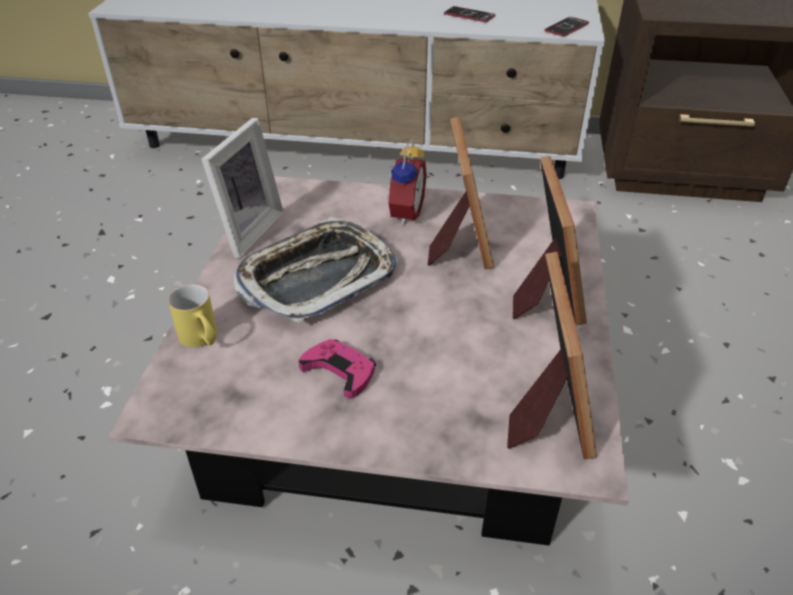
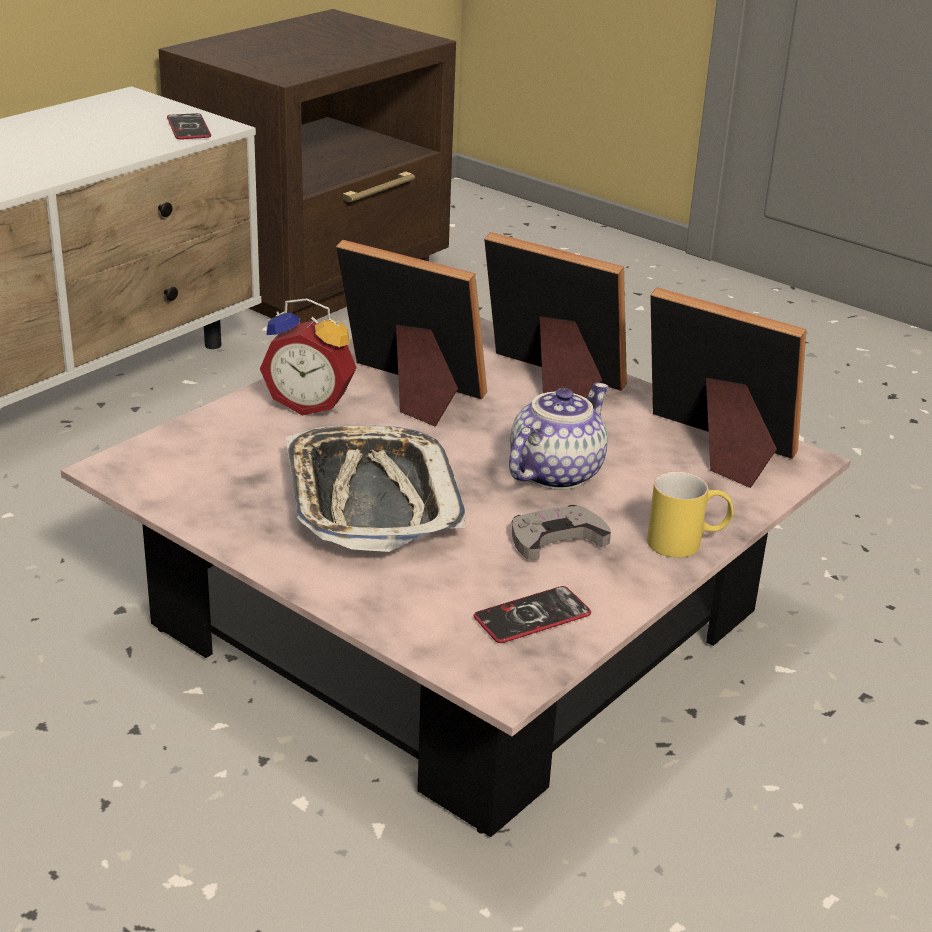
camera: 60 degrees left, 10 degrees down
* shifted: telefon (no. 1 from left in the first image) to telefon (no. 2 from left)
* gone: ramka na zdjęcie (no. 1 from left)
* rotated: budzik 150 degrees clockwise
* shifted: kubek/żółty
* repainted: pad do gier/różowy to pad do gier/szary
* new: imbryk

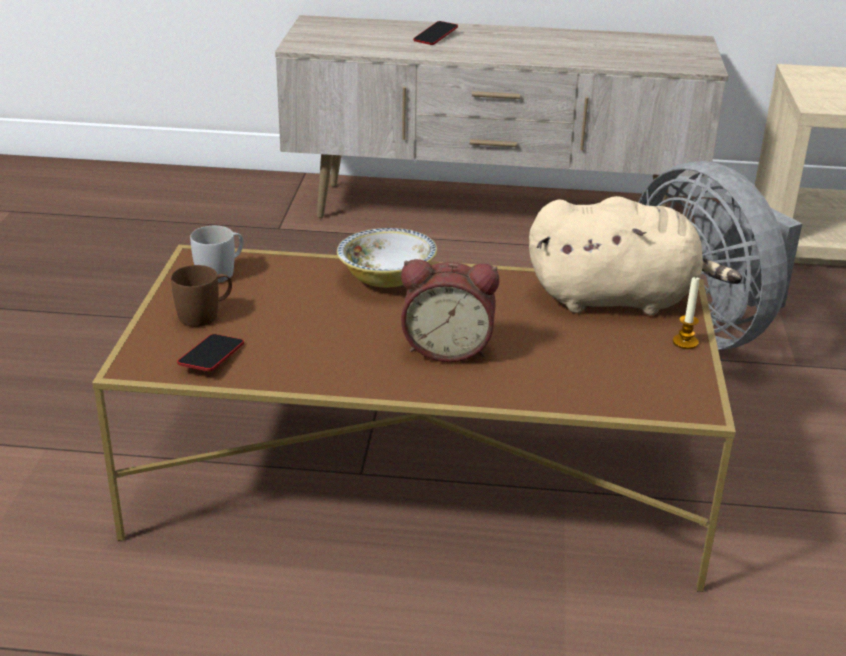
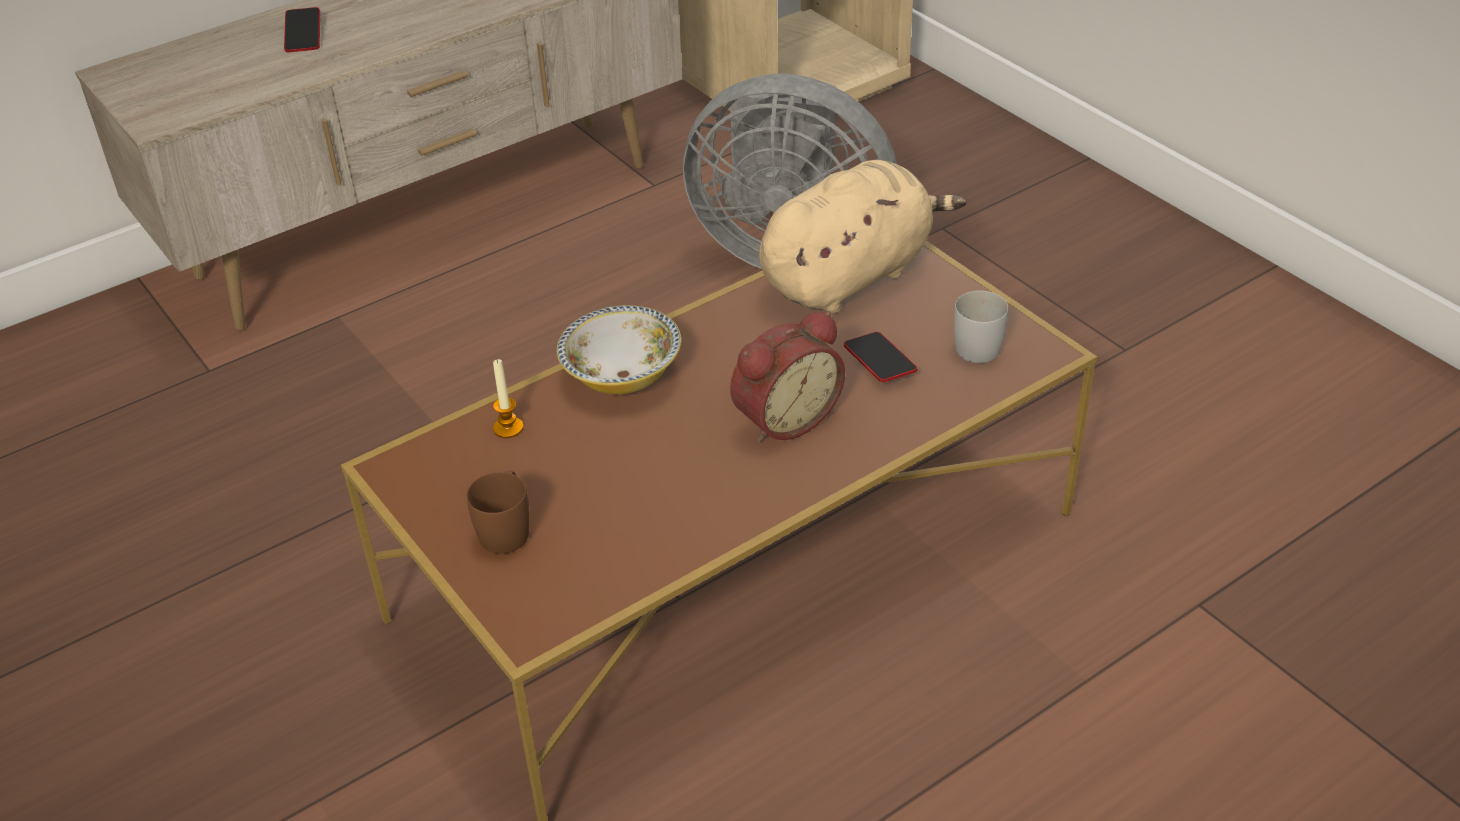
camera: 40 degrees left, 10 degrees up
* shifted: kubek/biały
* shifted: świeca
* shifted: telefon (no. 1 from left in the first image) to telefon (no. 2 from left)

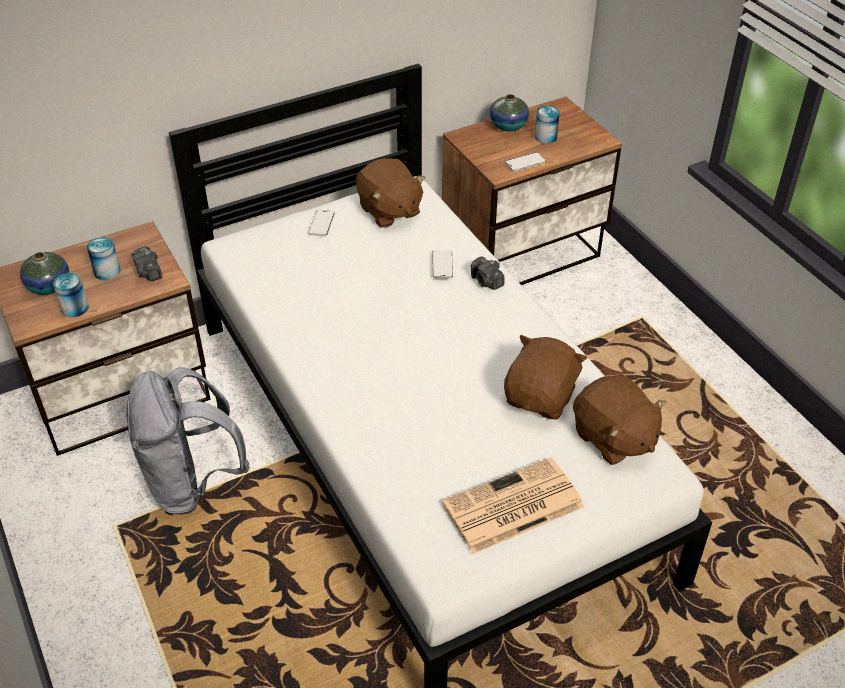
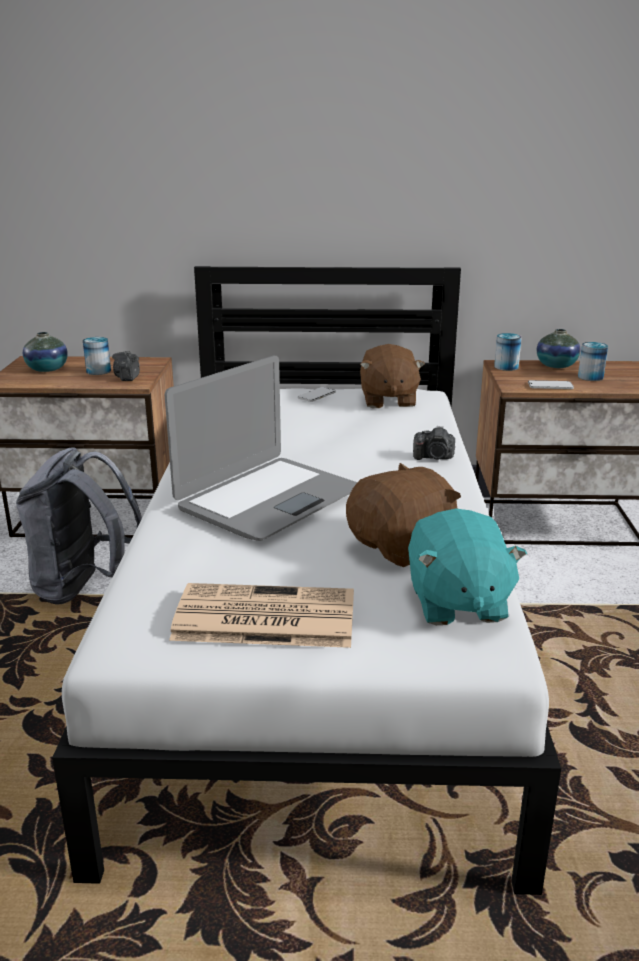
camera: 30 degrees right, 20 degrees down
* gone: telefon (no. 2 from left)
* rotated: aparat fotograficzny (no. 2 from left) 75 degrees counterclockwise
* shifted: puszka (no. 1 from left in the first image) to puszka (no. 2 from left)
* repainted: pluszak/brązowy (no. 3 from left) to pluszak/turkusowy
* new: laptop

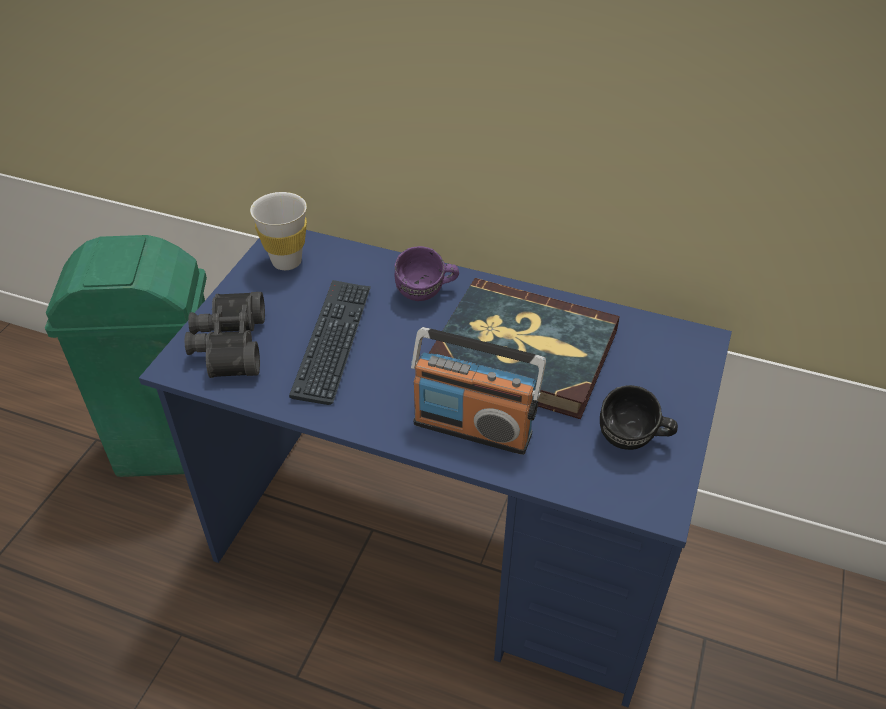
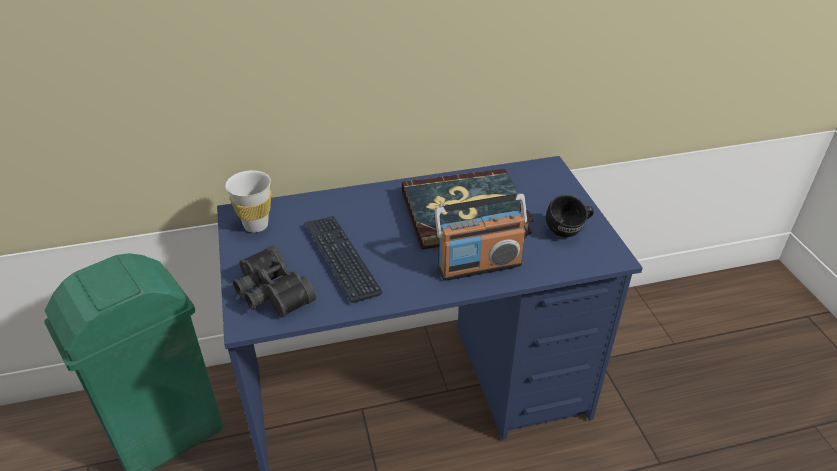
camera: 35 degrees left, 5 degrees down
* gone: kubek/fioletowy

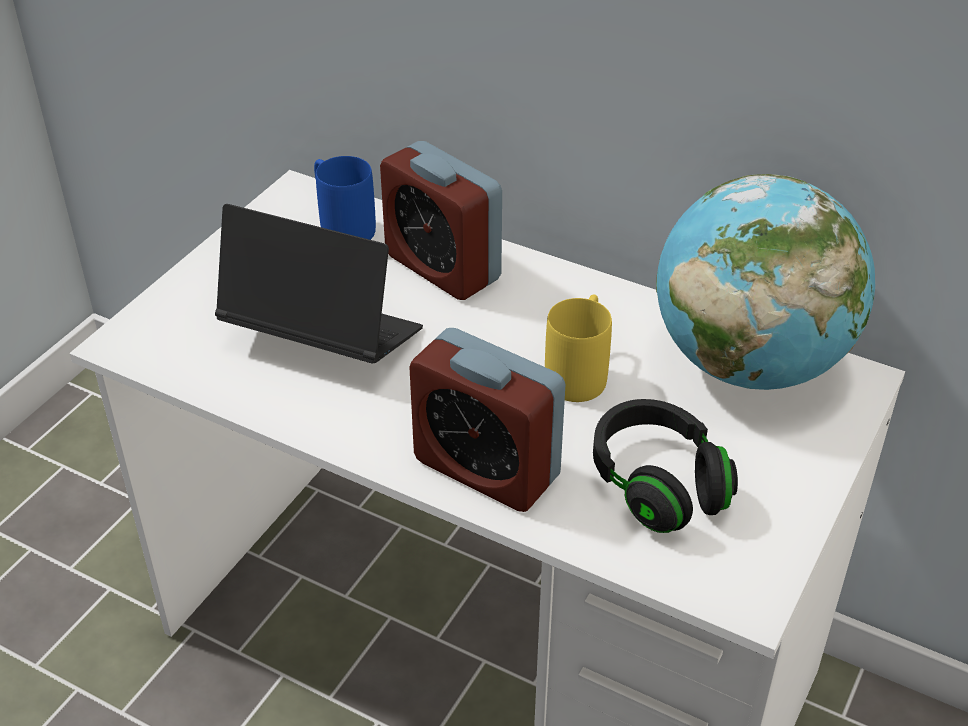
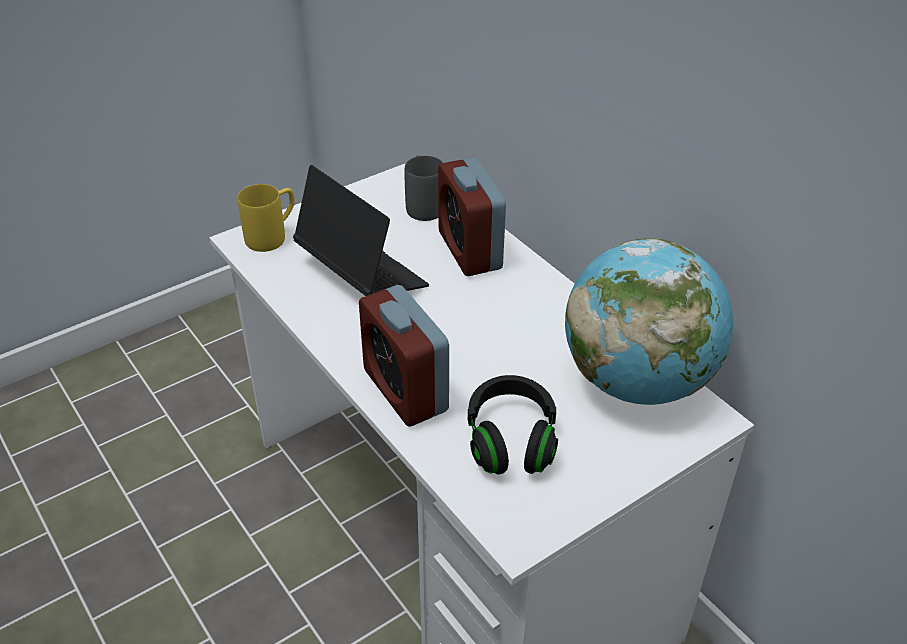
camera: 25 degrees right, 0 degrees up
* repainted: kubek/niebieski to kubek/szary
* shifted: kubek/żółty

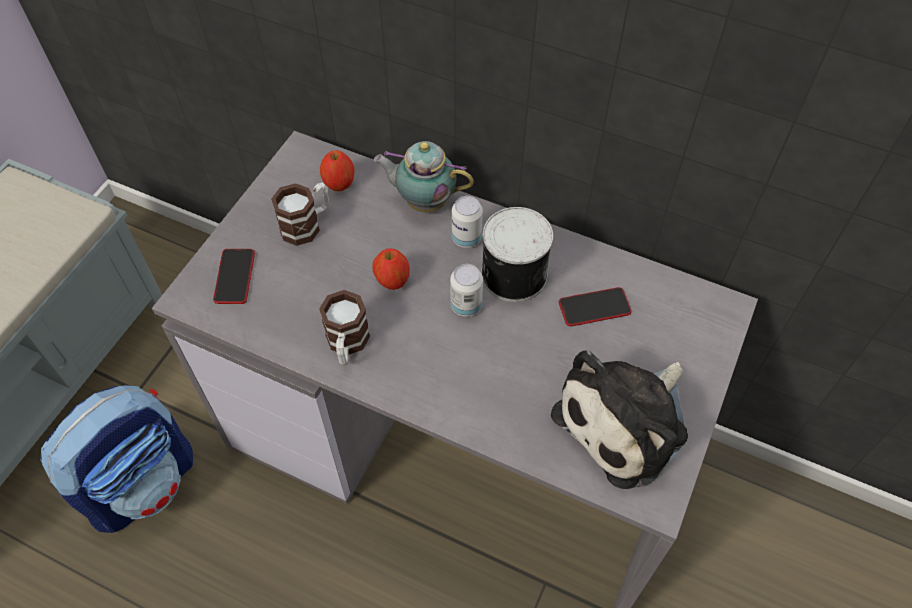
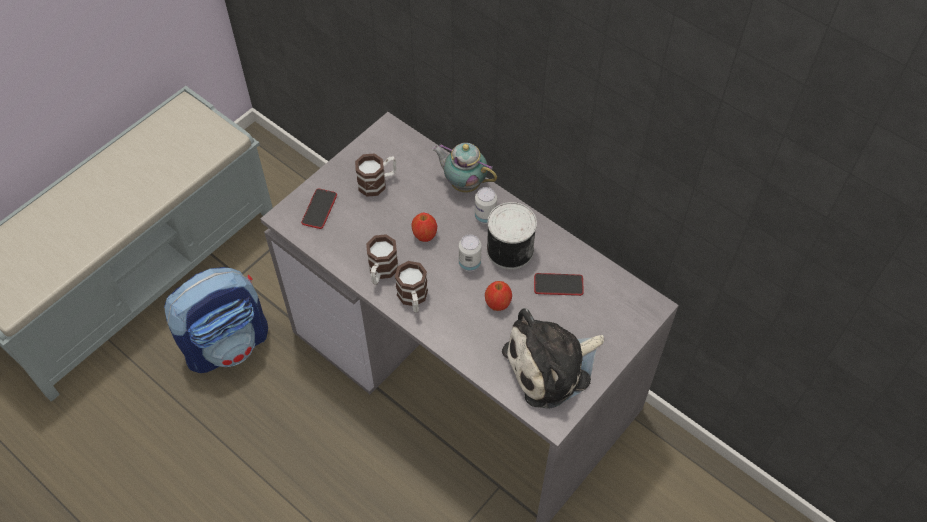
camera: 15 degrees right, 0 degrees up
* shifted: jabłko (no. 1 from left in the first image) to jabłko (no. 2 from left)
* new: kubek (no. 3 from left)

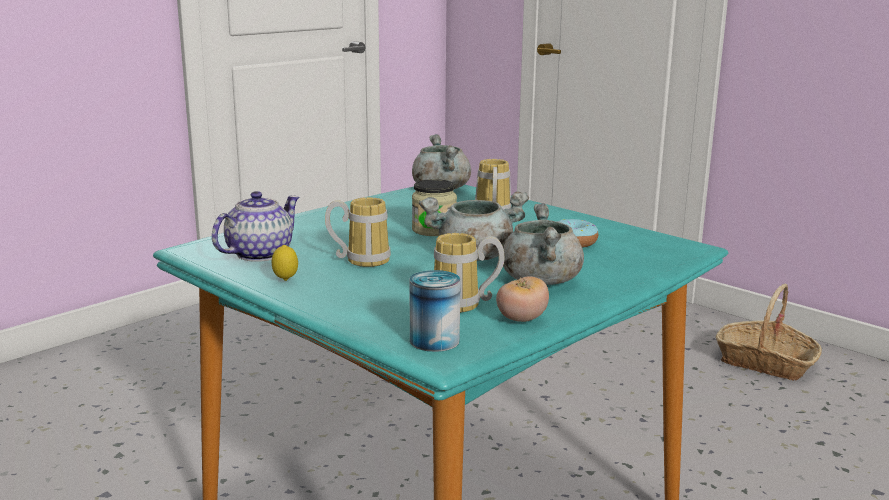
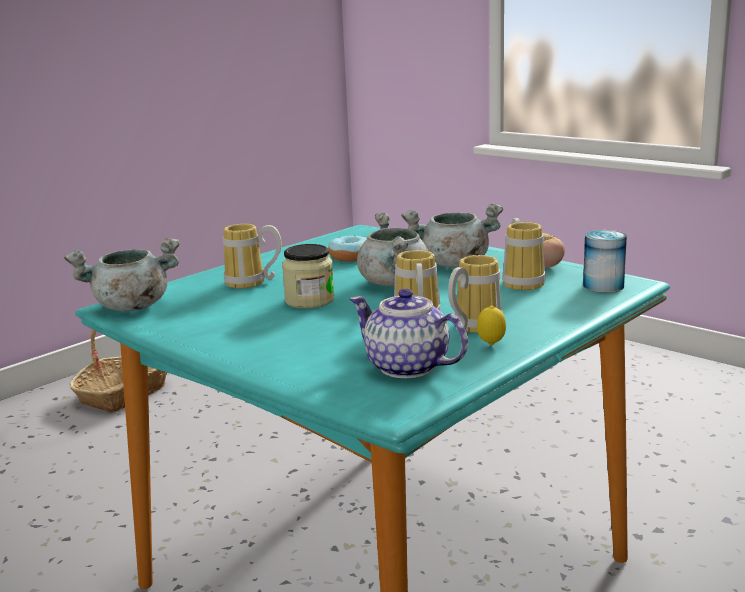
camera: 90 degrees left, 0 degrees up
* new: kubek (no. 3 from left)

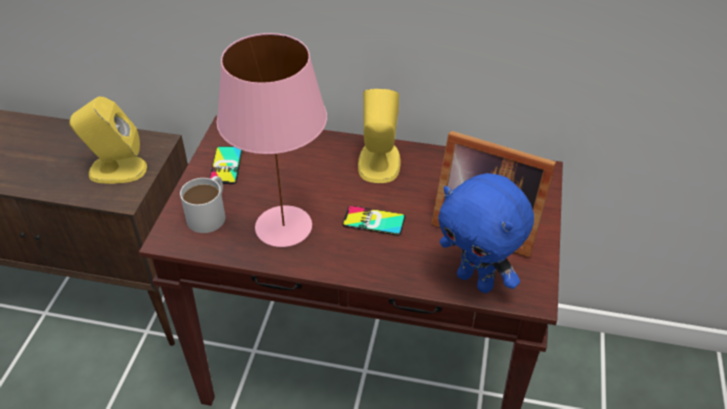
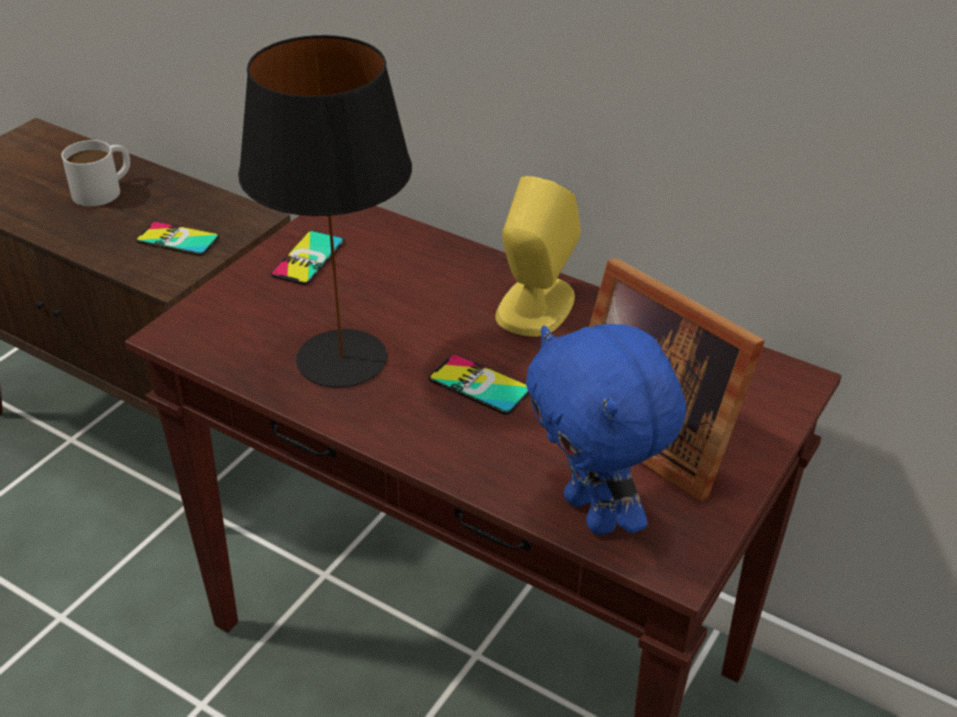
camera: 20 degrees right, 5 degrees down
* repainted: lampa stołowa/różowy to lampa stołowa/czarny
* swapped: głośnik/żółty (no. 1 from left) to telefon (no. 1 from left)
* shifted: kubek/biały

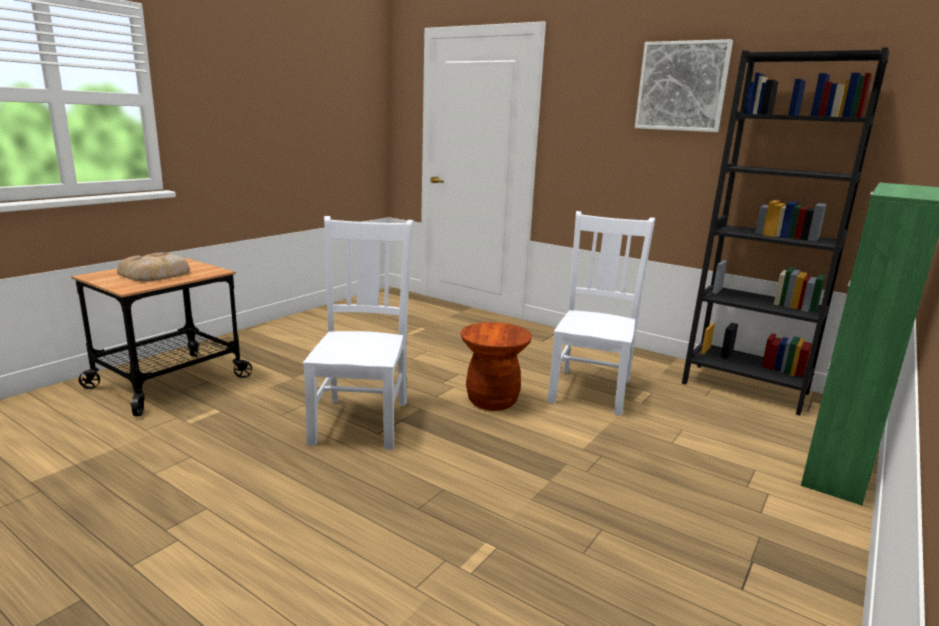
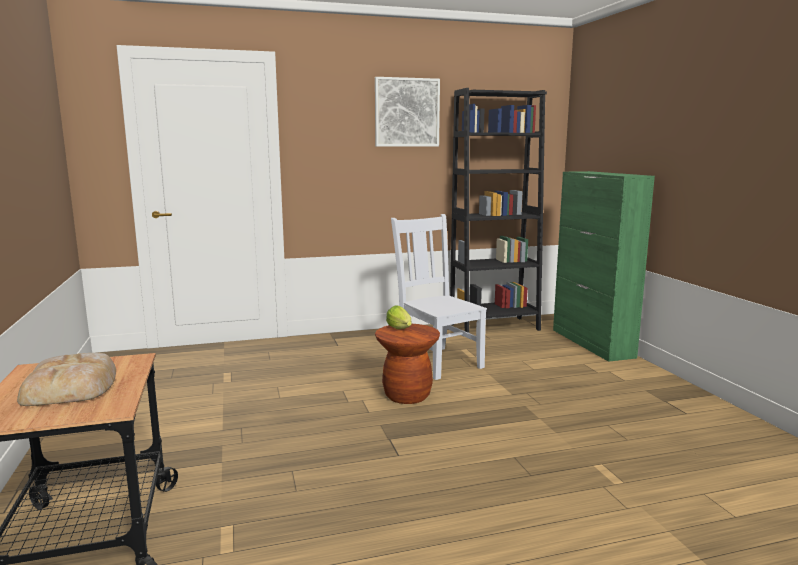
camera: 50 degrees left, 5 degrees down
* gone: krzesło/biały (no. 1 from left)
* new: sałata

